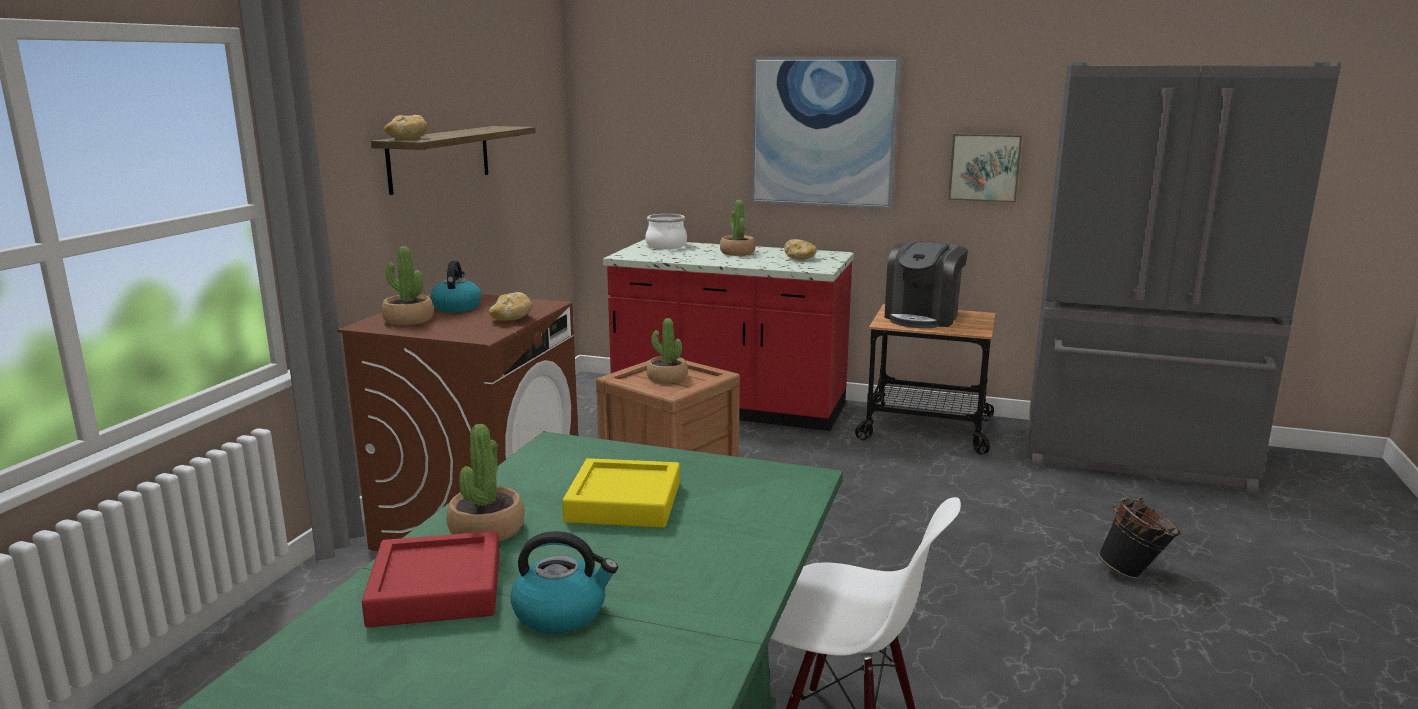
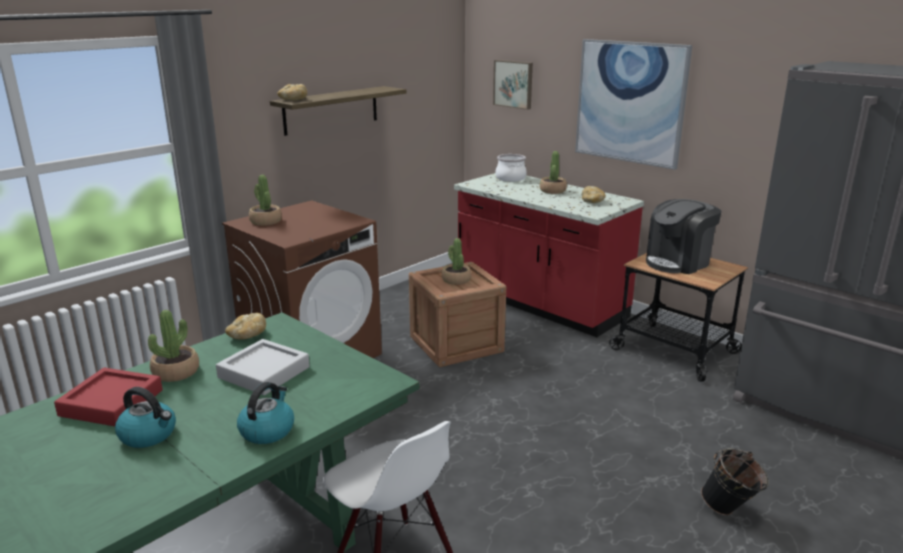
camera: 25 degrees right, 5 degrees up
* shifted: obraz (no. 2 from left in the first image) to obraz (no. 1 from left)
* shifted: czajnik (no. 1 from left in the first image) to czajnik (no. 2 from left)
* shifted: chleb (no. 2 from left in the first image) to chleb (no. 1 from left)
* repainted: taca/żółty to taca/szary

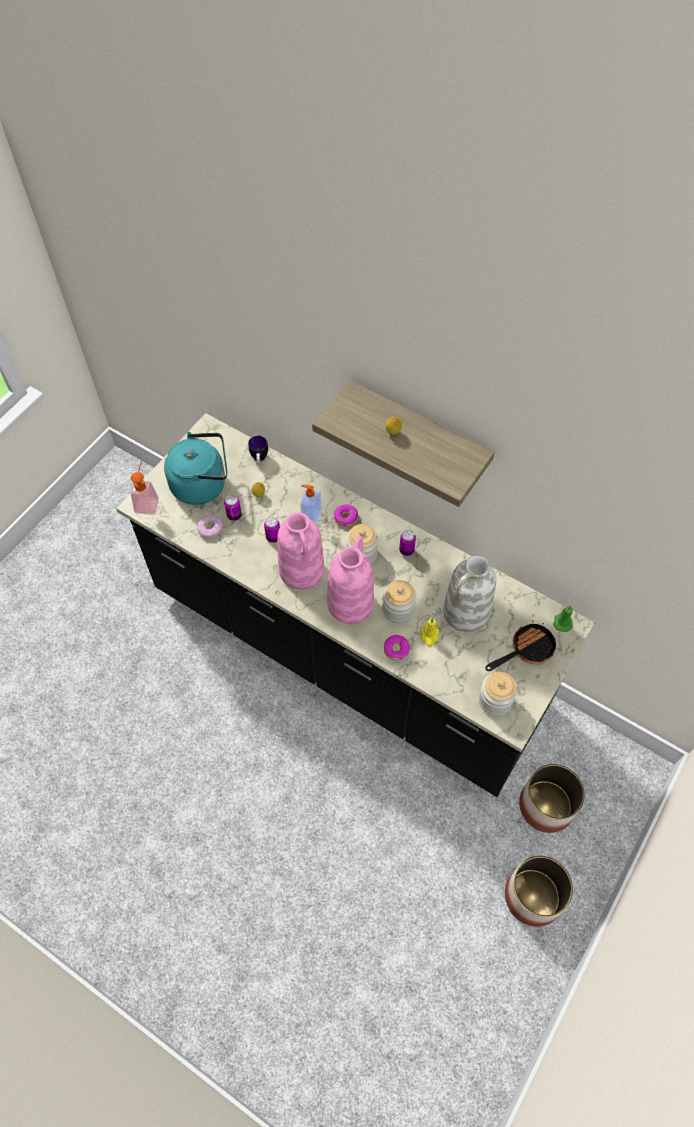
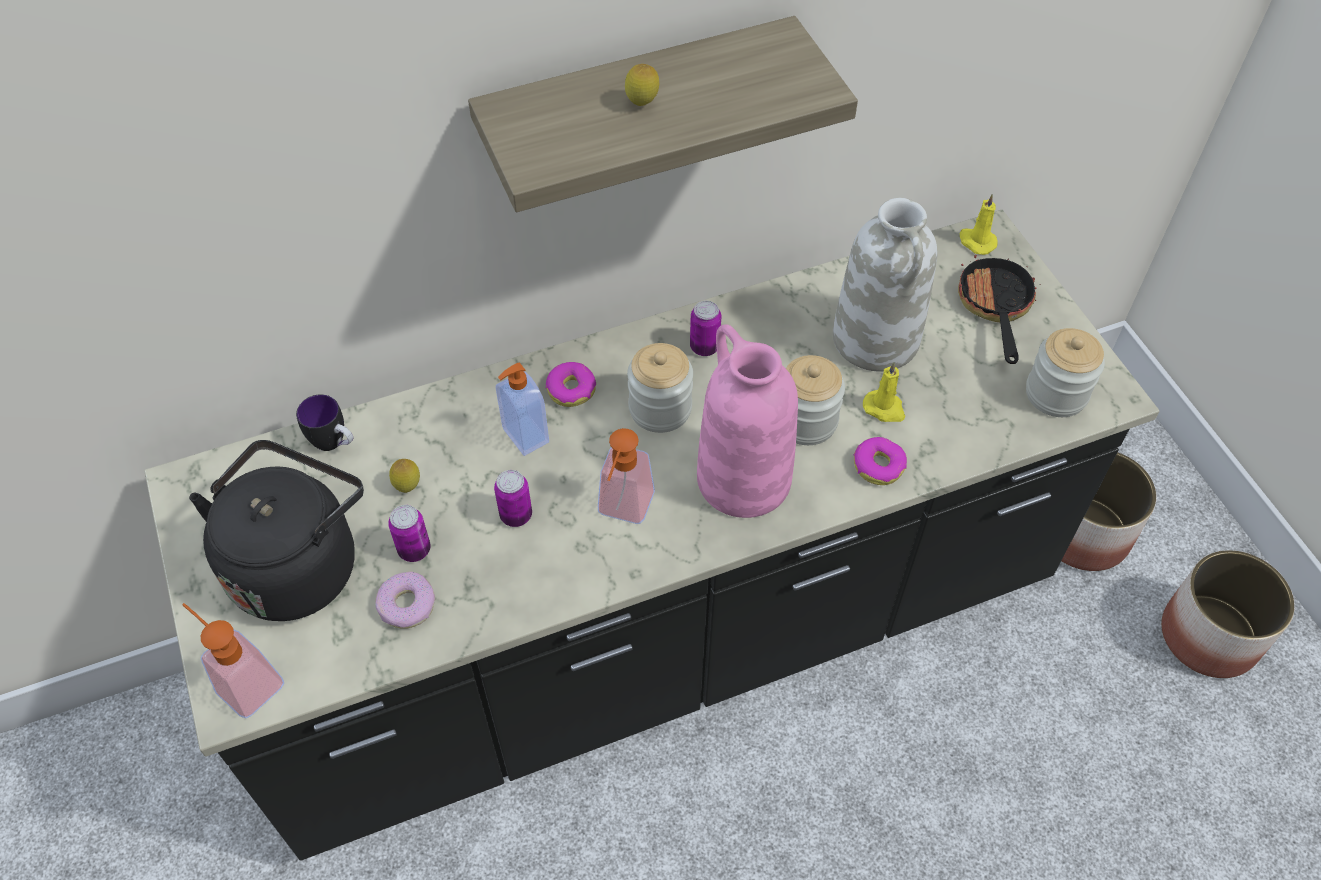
camera: 55 degrees left, 5 degrees down
* repainted: czajnik/turkusowy to czajnik/czarny
* swapped: wazon/różowy (no. 1 from left) to dozownik mydła (no. 3 from left)
* repainted: świeca/zielony to świeca/żółty (no. 2 from left)

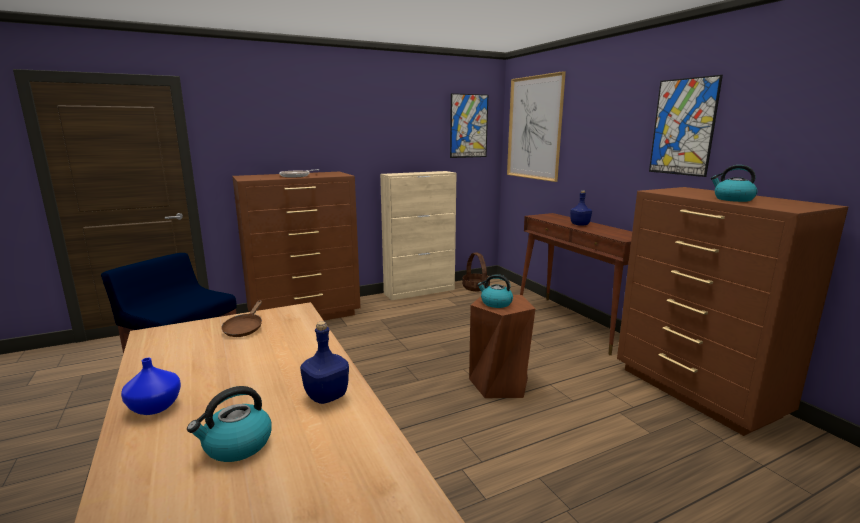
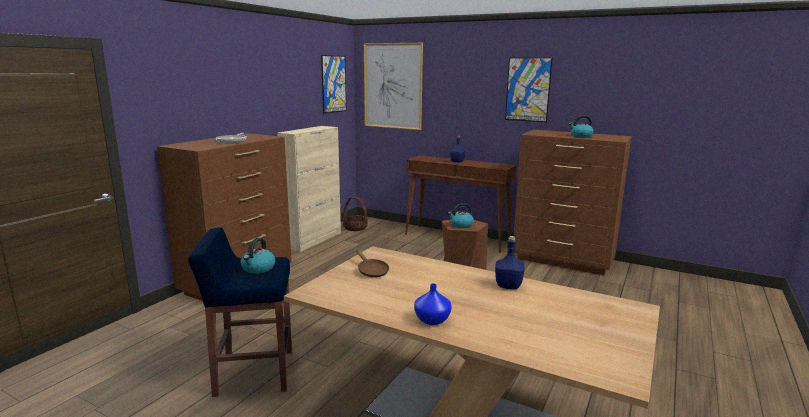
camera: 35 degrees left, 0 degrees up
* shifted: czajnik (no. 1 from left)

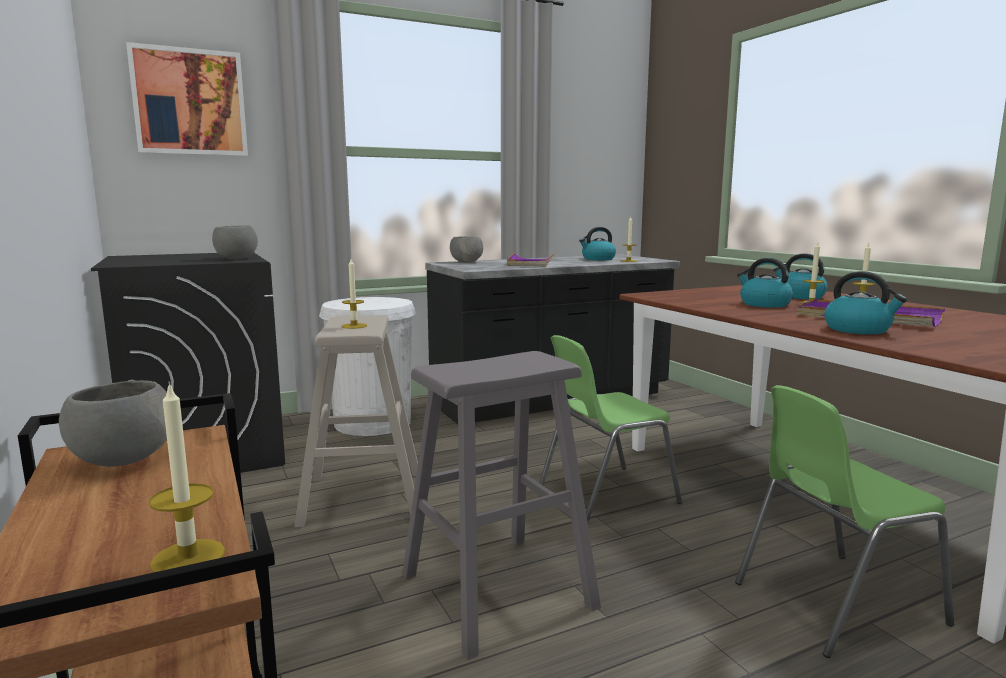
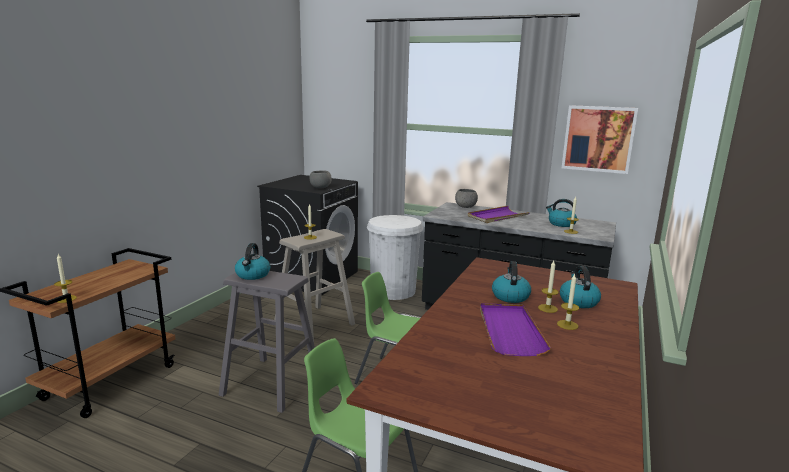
camera: 50 degrees right, 5 degrees up
* shifted: obraz
* shifted: czajnik (no. 4 from left in the first image) to czajnik (no. 1 from left)
* gone: miska/szary (no. 1 from left)

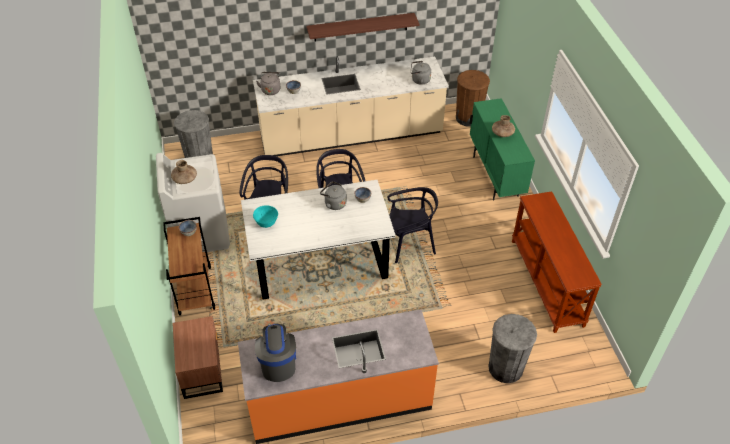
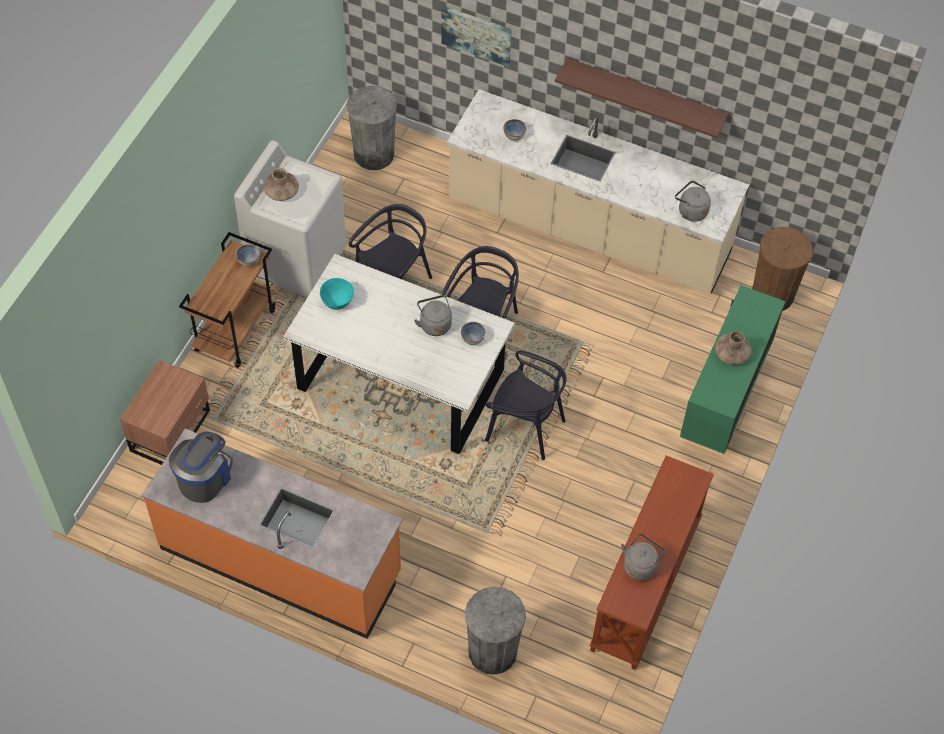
camera: 35 degrees right, 10 degrees up
* shifted: czajnik/szary (no. 1 from left in the first image) to czajnik/szary (no. 2 from left)
* new: obraz

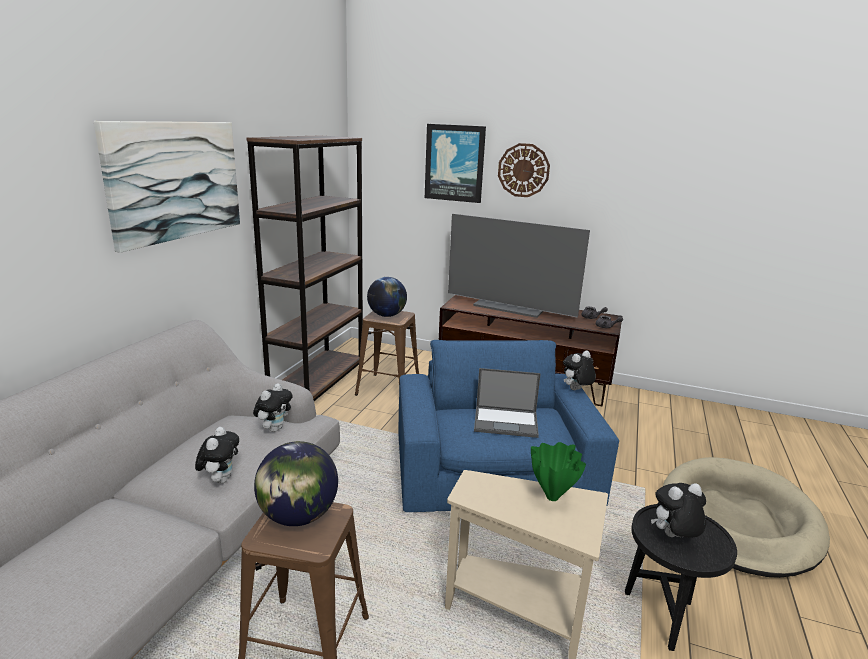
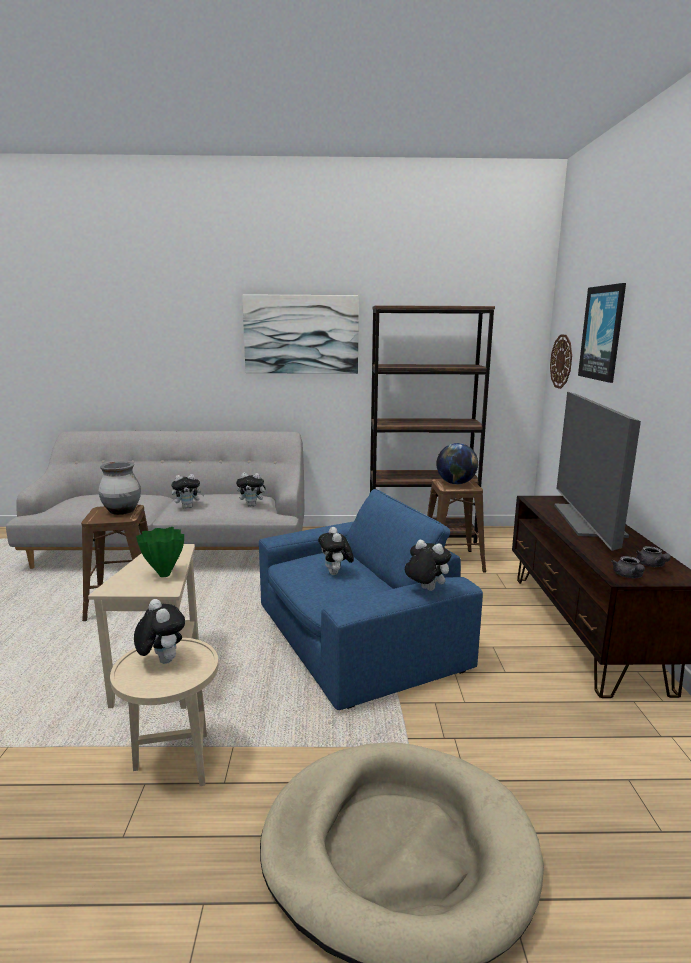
camera: 70 degrees right, 5 degrees down
* shifted: zegar ścienny
* swapped: laptop to pluszak (no. 4 from left)
* swapped: globus (no. 1 from left) to wazon/szary
* repainted: stolik/czarny to stolik/beżowy (no. 2 from left)

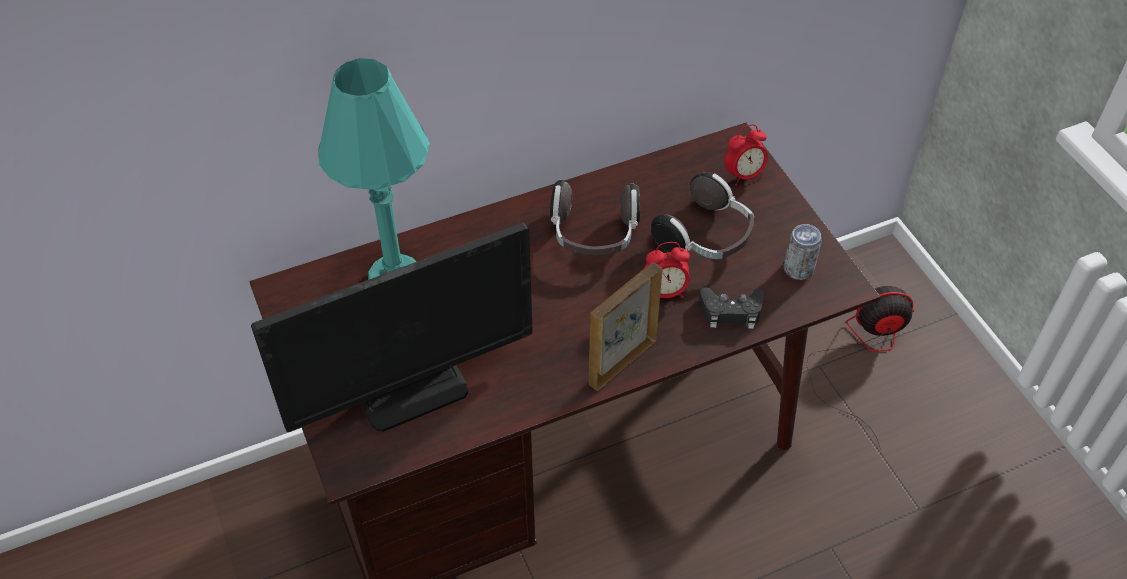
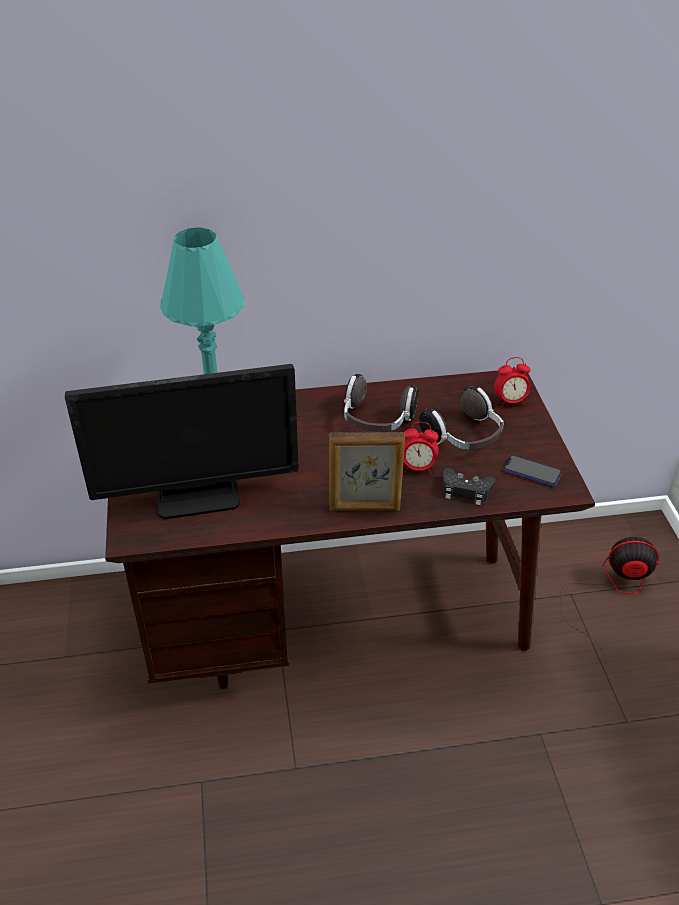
camera: 15 degrees right, 10 degrees down
* swapped: puszka to telefon
* rotated: ramka na zdjęcie 150 degrees counterclockwise

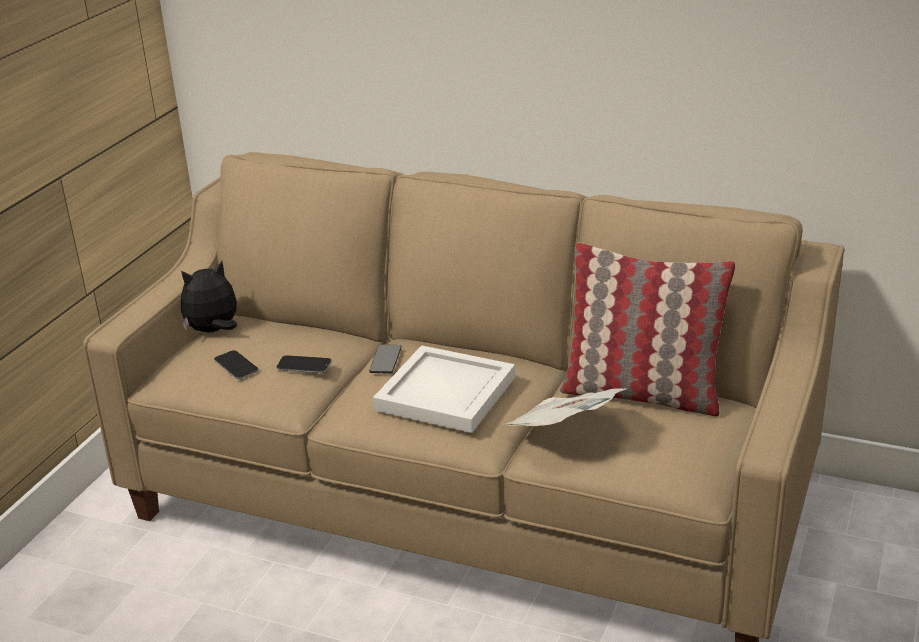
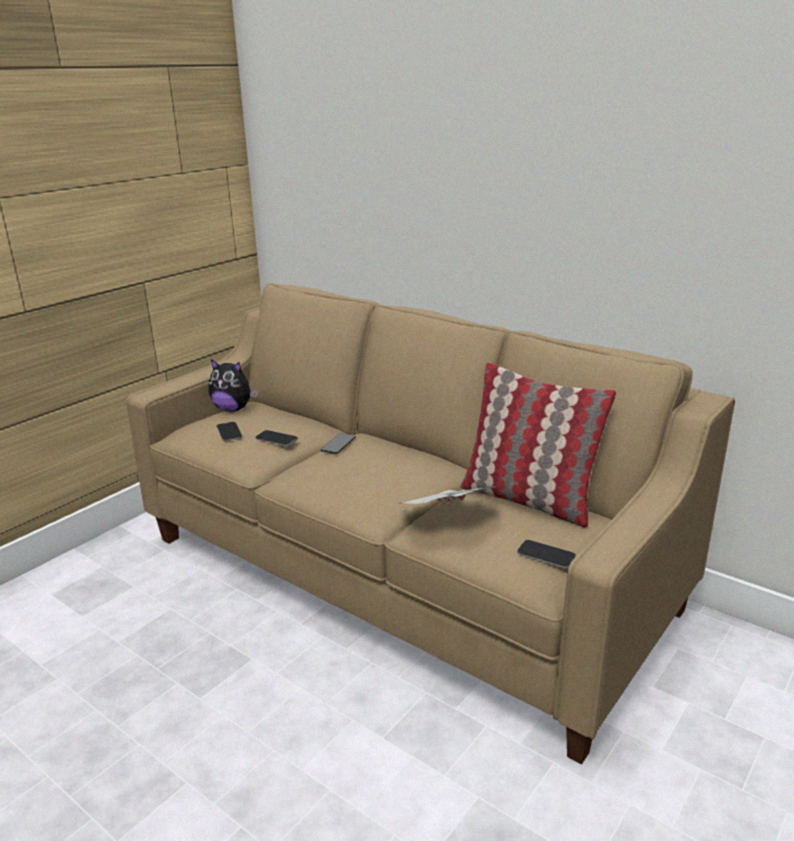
camera: 15 degrees right, 5 degrees down
* rotated: pluszak 150 degrees counterclockwise
* gone: taca/biały
* new: telefon (no. 4 from left)

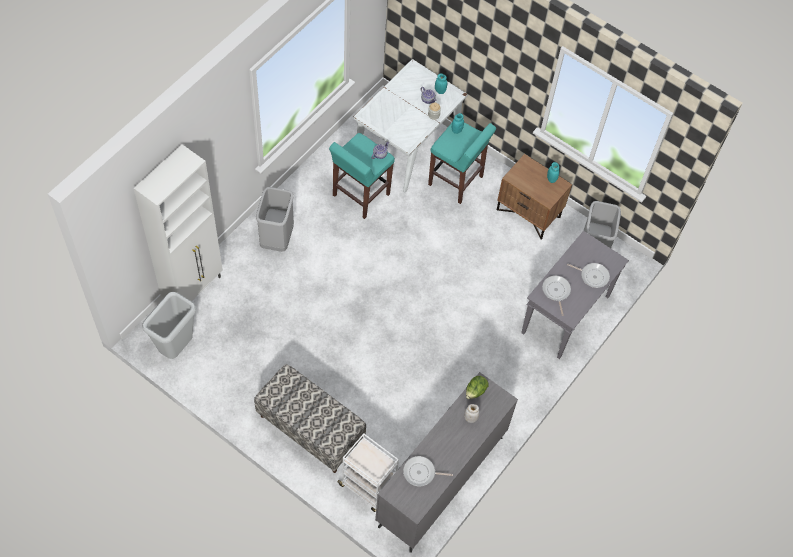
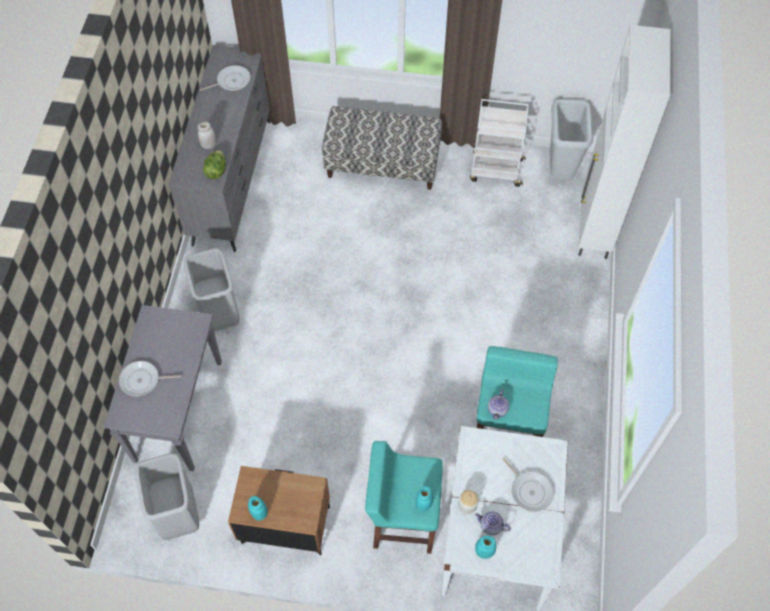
camera: 155 degrees right, 0 degrees up
* shifted: kosz na śmieci/szary (no. 2 from left)
* shifted: patelnia (no. 2 from left in the first image) to patelnia (no. 3 from left)
* shifted: wózek/biały

